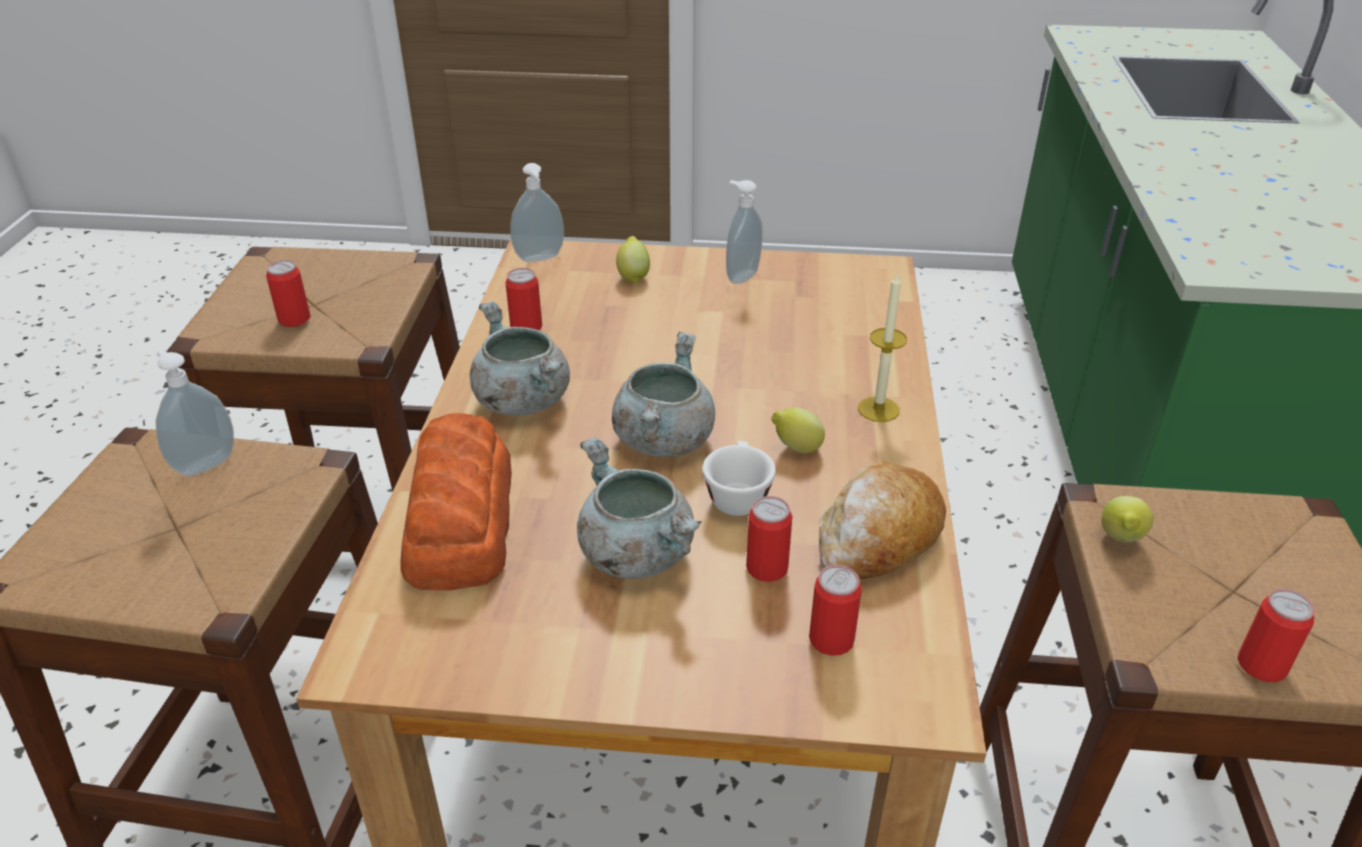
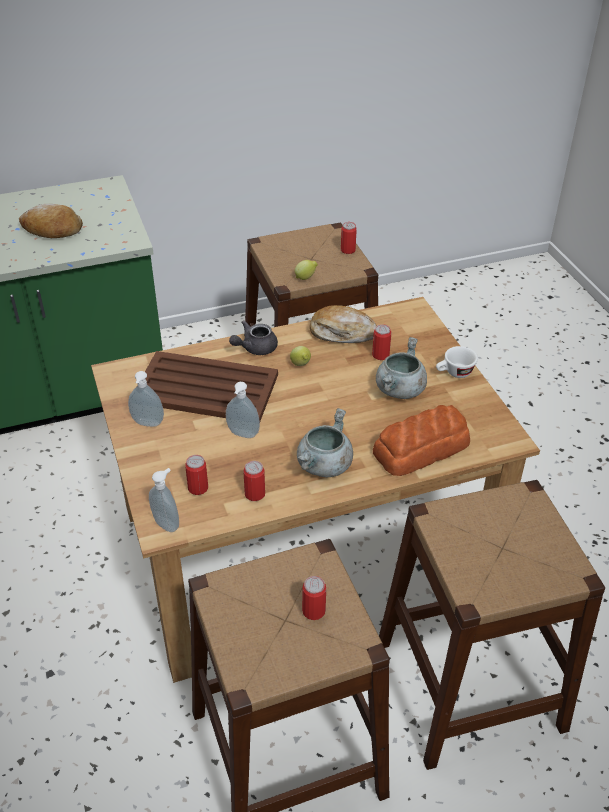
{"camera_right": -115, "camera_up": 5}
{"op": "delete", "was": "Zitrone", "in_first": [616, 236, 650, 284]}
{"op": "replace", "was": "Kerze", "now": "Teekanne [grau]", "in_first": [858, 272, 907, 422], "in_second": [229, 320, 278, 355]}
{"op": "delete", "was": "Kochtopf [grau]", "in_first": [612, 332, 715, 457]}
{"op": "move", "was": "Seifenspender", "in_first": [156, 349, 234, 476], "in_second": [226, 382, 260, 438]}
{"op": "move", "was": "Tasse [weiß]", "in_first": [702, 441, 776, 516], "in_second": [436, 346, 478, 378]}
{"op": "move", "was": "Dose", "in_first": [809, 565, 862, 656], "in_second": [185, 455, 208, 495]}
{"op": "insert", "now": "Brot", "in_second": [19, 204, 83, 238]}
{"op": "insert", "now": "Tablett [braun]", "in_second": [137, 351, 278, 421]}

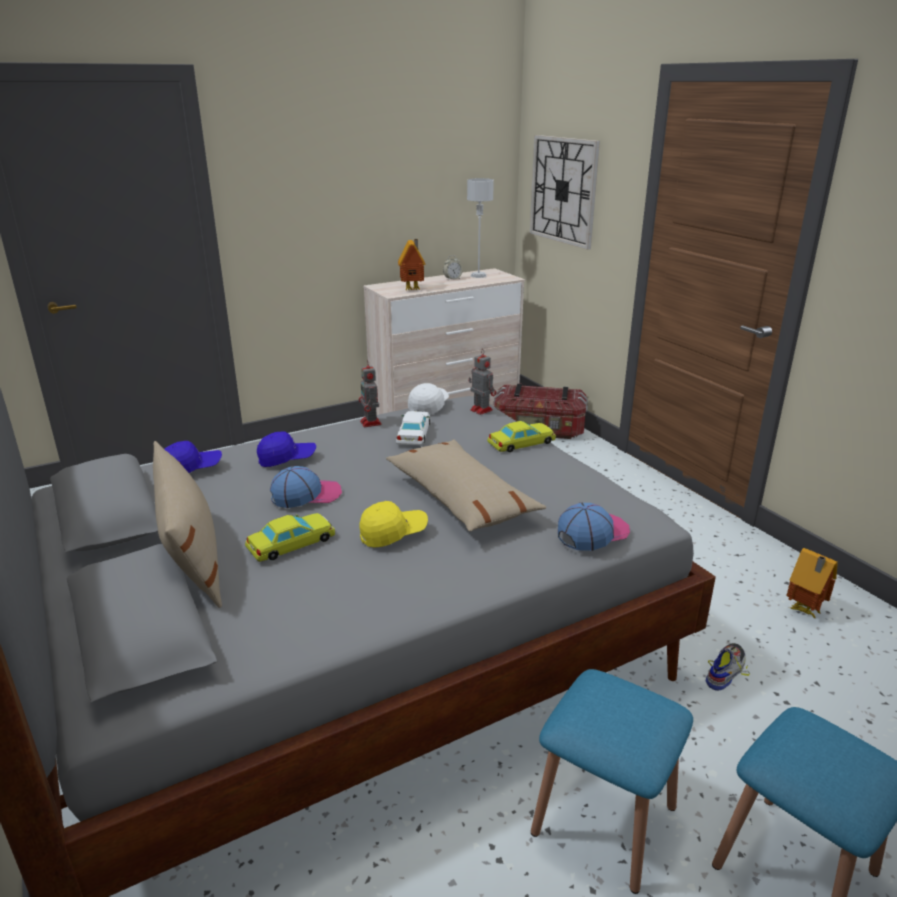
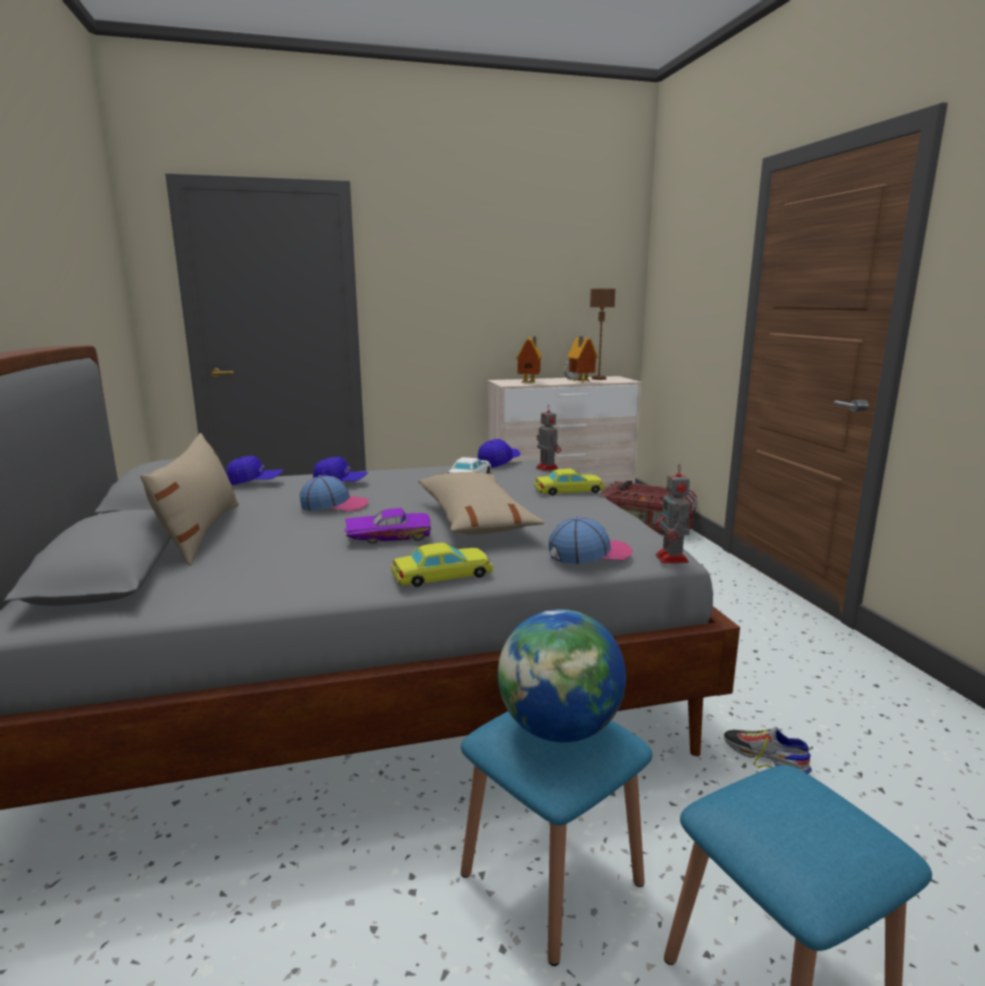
{"camera_right": 15, "camera_up": -10}
{"op": "delete", "was": "Wanduhr", "in_first": [530, 135, 600, 250]}
{"op": "recolor", "was": "Tischlampe [grau]", "now": "Tischlampe [braun]", "in_first": [467, 178, 494, 278], "in_second": [590, 289, 615, 380]}
{"op": "move", "was": "Spielzeugroboter", "in_first": [359, 360, 382, 427], "in_second": [656, 464, 690, 564]}
{"op": "recolor", "was": "Kappe [weiß]", "now": "Kappe [blau]", "in_first": [408, 383, 449, 415], "in_second": [478, 439, 520, 468]}
{"op": "replace", "was": "Kappe [gelb]", "now": "Spielzeugauto [lila]", "in_first": [359, 501, 428, 548], "in_second": [344, 508, 431, 544]}
{"op": "move", "was": "Spielzeugauto [gelb]", "in_first": [245, 513, 335, 562], "in_second": [391, 542, 493, 587]}
{"op": "move", "was": "Spielzeughaus", "in_first": [786, 548, 838, 619], "in_second": [567, 336, 598, 383]}
{"op": "rotate", "was": "Schuh", "in_first": [706, 643, 750, 691], "in_second": [724, 726, 813, 774], "clockwise": -105}
{"op": "insert", "now": "Globus", "in_second": [498, 609, 626, 743]}

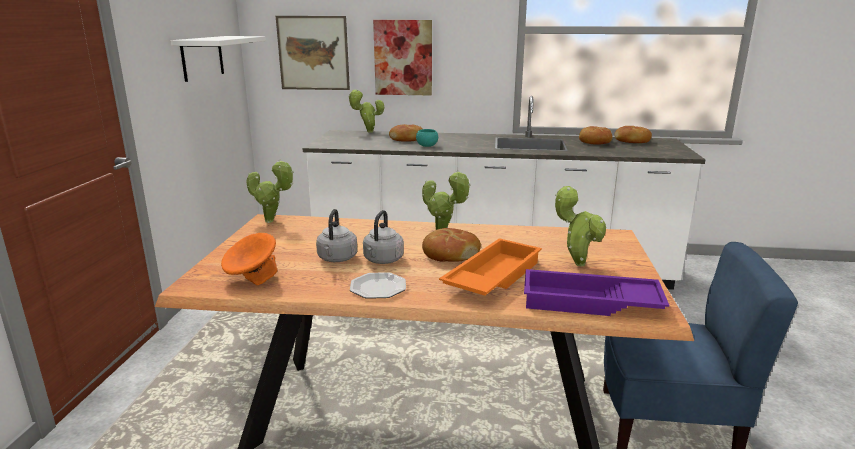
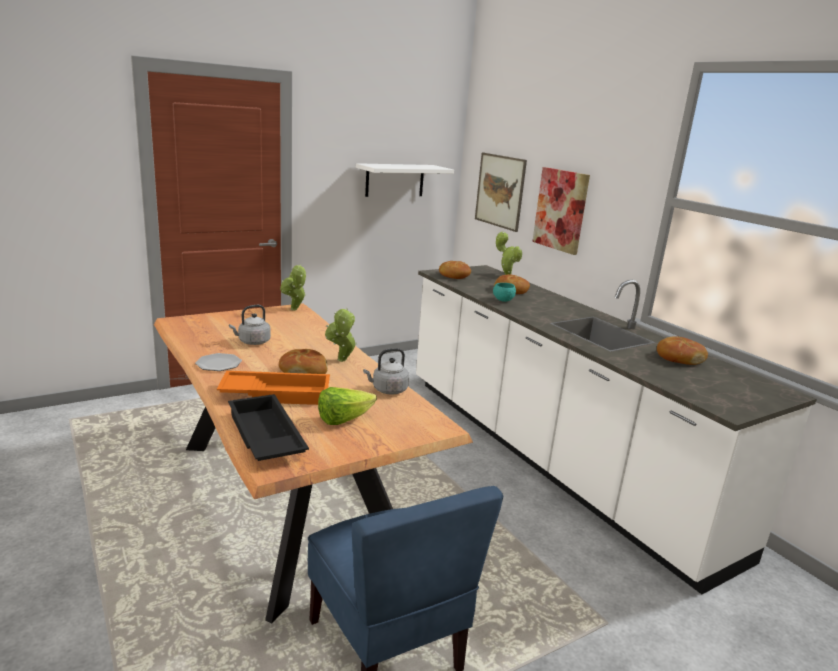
{"camera_right": 50, "camera_up": 0}
{"op": "move", "was": "Brot", "in_first": [614, 126, 652, 143], "in_second": [439, 261, 471, 279]}
{"op": "replace", "was": "Topfpflanze", "now": "Salatkopf", "in_first": [555, 186, 606, 266], "in_second": [318, 387, 377, 425]}
{"op": "move", "was": "Wasserkessel [grau]", "in_first": [363, 210, 404, 264], "in_second": [363, 348, 409, 394]}
{"op": "delete", "was": "Schüssel [orange]", "in_first": [221, 233, 277, 285]}
{"op": "recolor", "was": "Tablett [lila]", "now": "Tablett [schwarz]", "in_first": [524, 269, 669, 316], "in_second": [228, 394, 309, 461]}

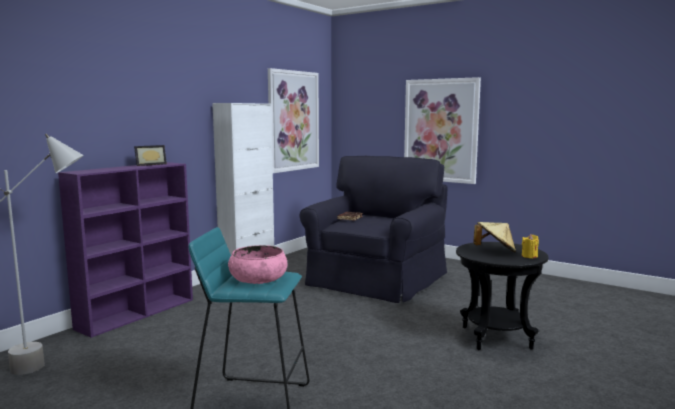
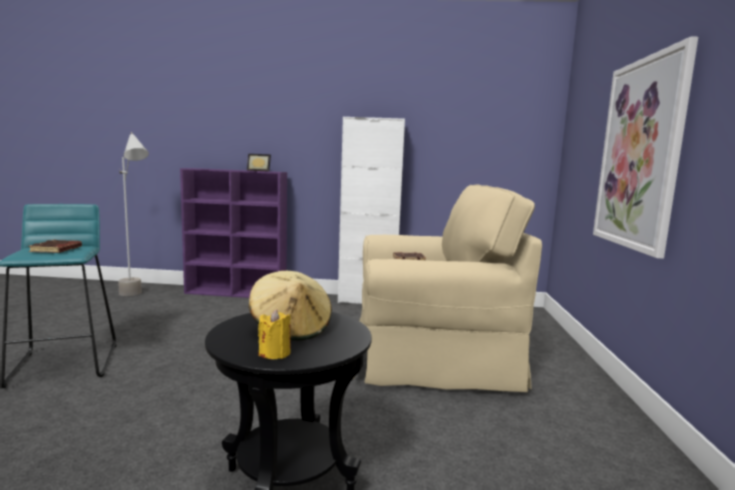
{"camera_right": 60, "camera_up": 0}
{"op": "delete", "was": "Bild", "in_first": [268, 68, 319, 173]}
{"op": "recolor", "was": "Sessel [schwarz]", "now": "Sessel [beige]", "in_first": [300, 156, 447, 303], "in_second": [353, 185, 542, 392]}
{"op": "replace", "was": "Schüssel [rosa]", "now": "Buch [braun]", "in_first": [228, 245, 287, 284], "in_second": [28, 240, 82, 253]}

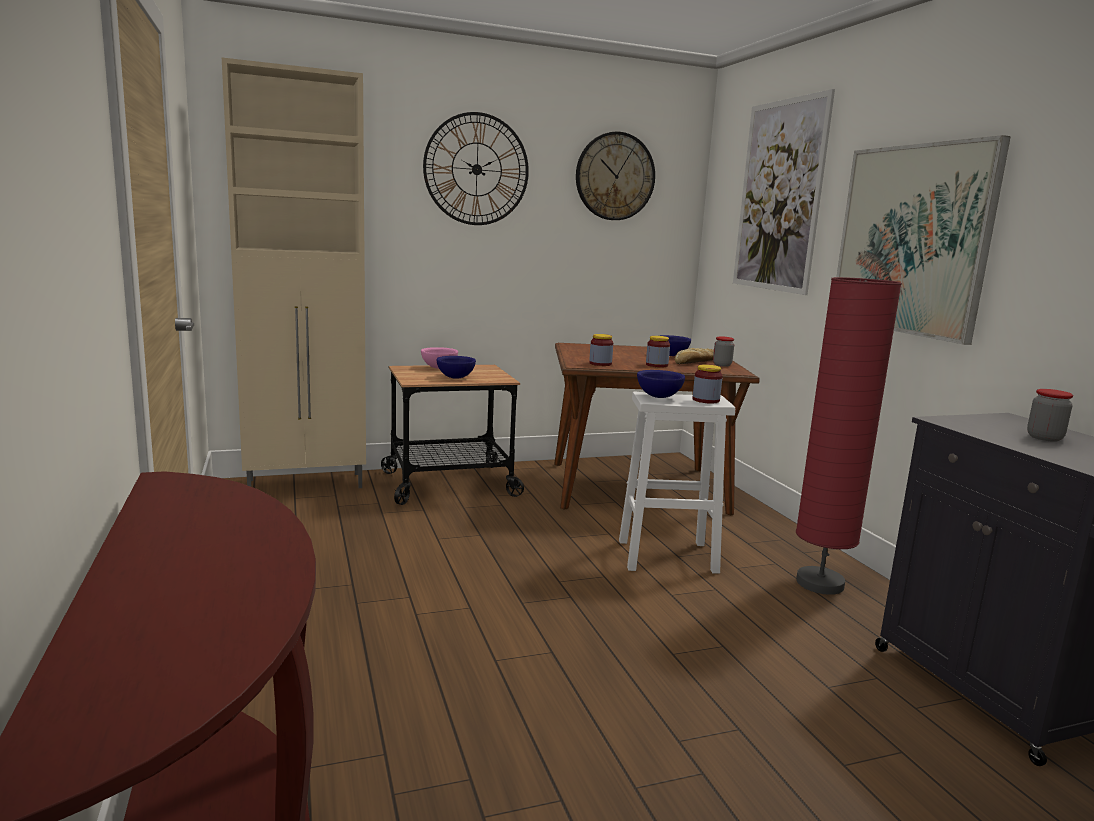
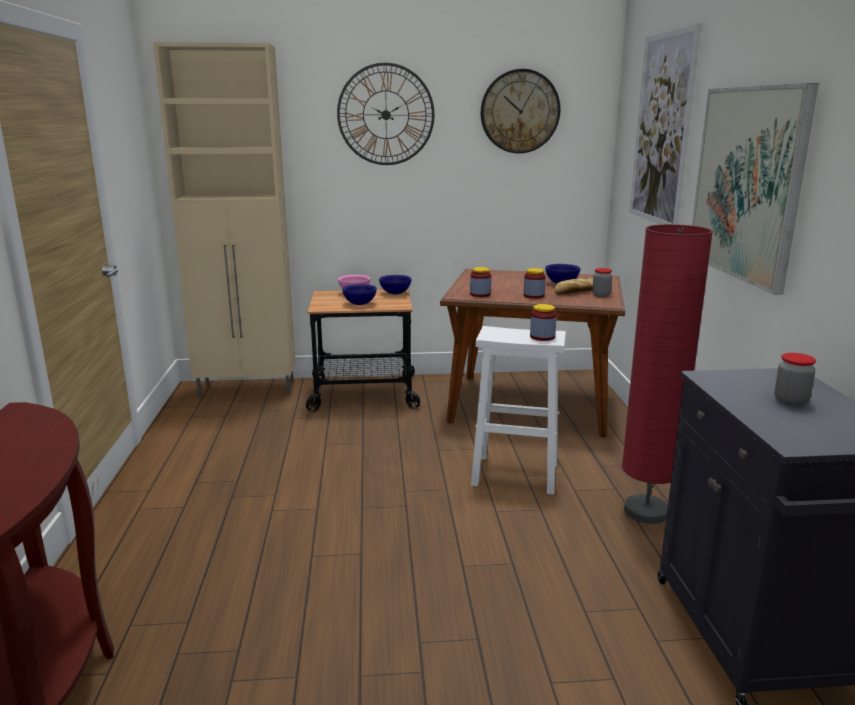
{"camera_right": 15, "camera_up": 5}
{"op": "move", "was": "Schüssel [blau]", "in_first": [637, 370, 685, 398], "in_second": [379, 275, 411, 294]}

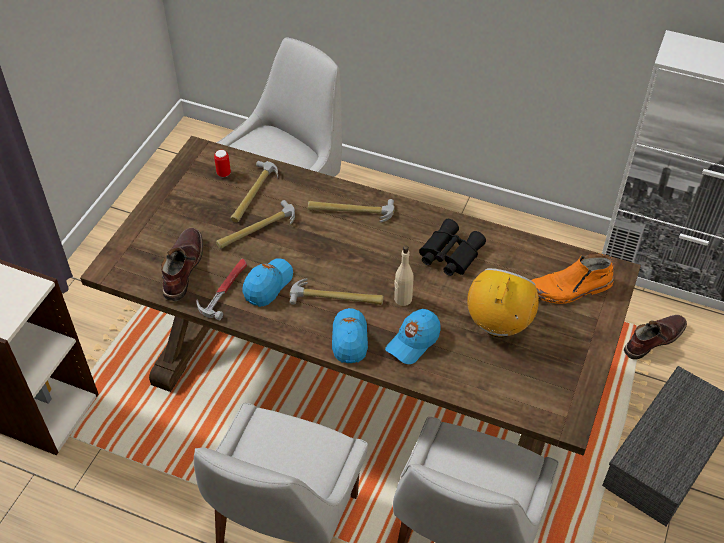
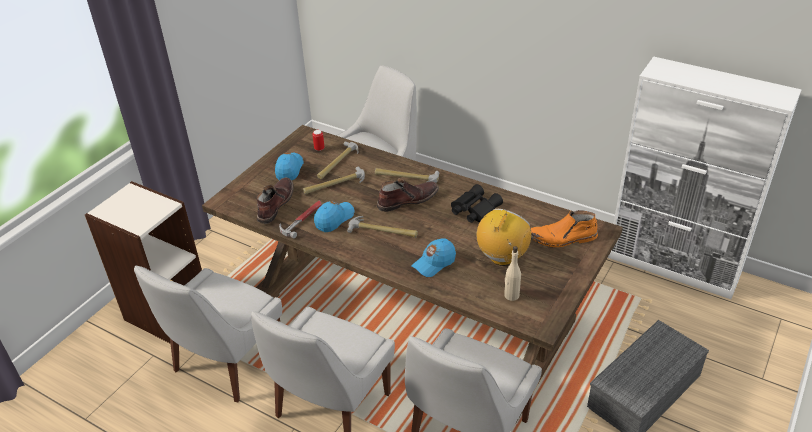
{"camera_right": 10, "camera_up": -10}
{"op": "move", "was": "Flasche [beige]", "in_first": [394, 246, 414, 306], "in_second": [504, 246, 521, 301]}
{"op": "move", "was": "Kappe [blau]", "in_first": [332, 308, 368, 363], "in_second": [275, 153, 304, 180]}
{"op": "move", "was": "Stiefel [braun]", "in_first": [624, 315, 687, 360], "in_second": [377, 178, 439, 212]}
{"op": "insert", "now": "Stuhl [weiß]", "in_second": [134, 266, 282, 402]}

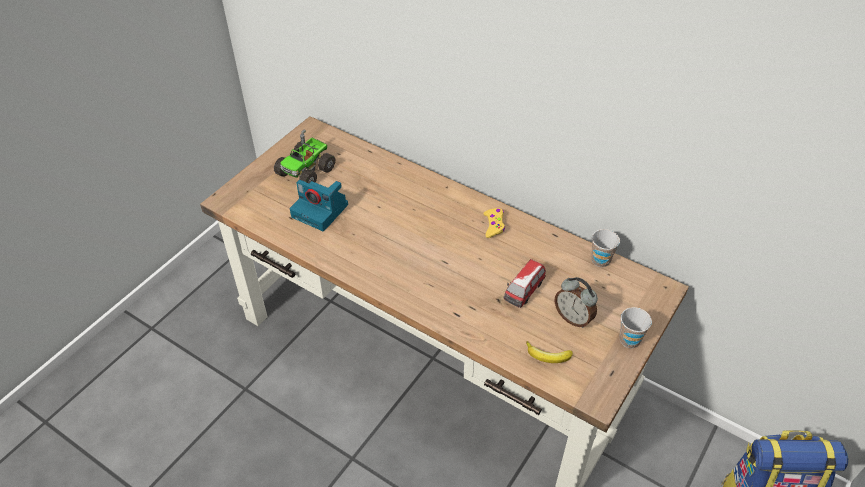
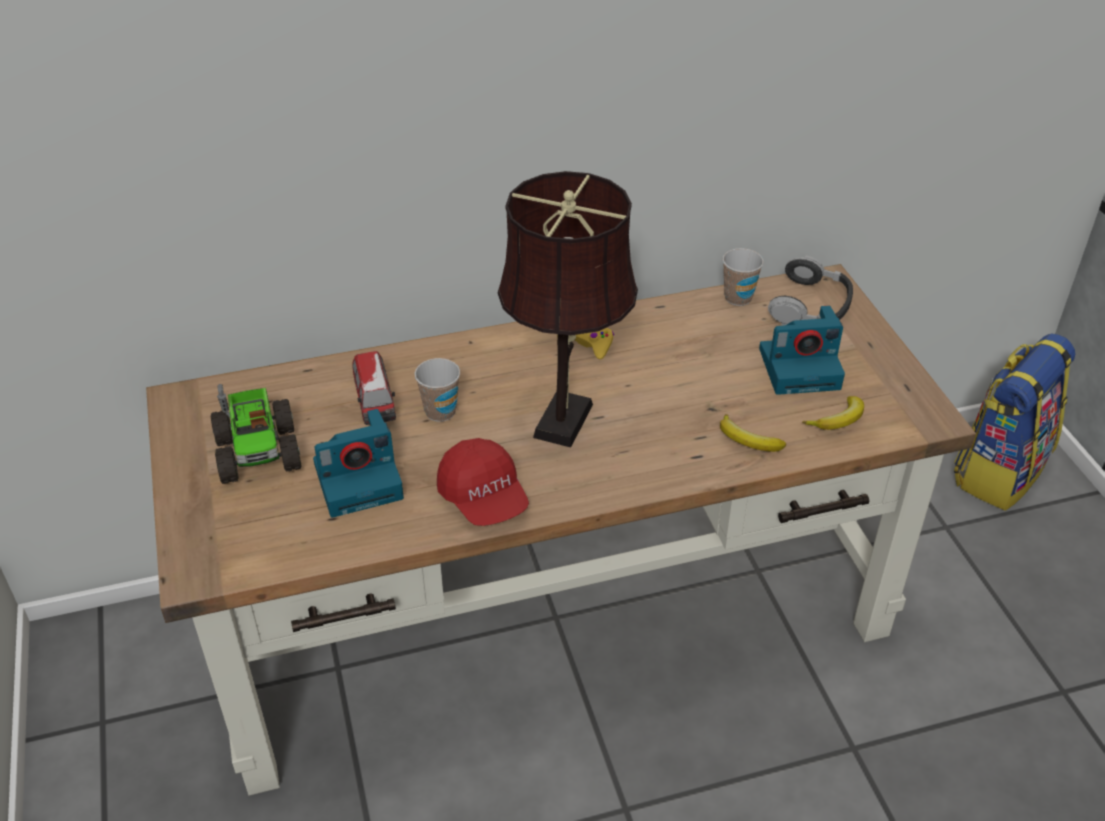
{"camera_right": -50, "camera_up": -5}
{"op": "move", "was": "Spielzeugauto", "in_first": [504, 259, 546, 308], "in_second": [352, 351, 396, 425]}
{"op": "replace", "was": "Wecker", "now": "Kamera", "in_first": [555, 277, 598, 328], "in_second": [759, 306, 845, 395]}
{"op": "move", "was": "Tasse", "in_first": [619, 307, 652, 348], "in_second": [415, 358, 460, 422]}
{"op": "insert", "now": "Tischlampe [braun]", "in_second": [498, 171, 638, 448]}
{"op": "insert", "now": "Kopfhörer", "in_second": [768, 255, 853, 326]}
{"op": "insert", "now": "Banane", "in_second": [720, 414, 786, 452]}
{"op": "insert", "now": "Kappe [rot]", "in_second": [437, 438, 529, 526]}

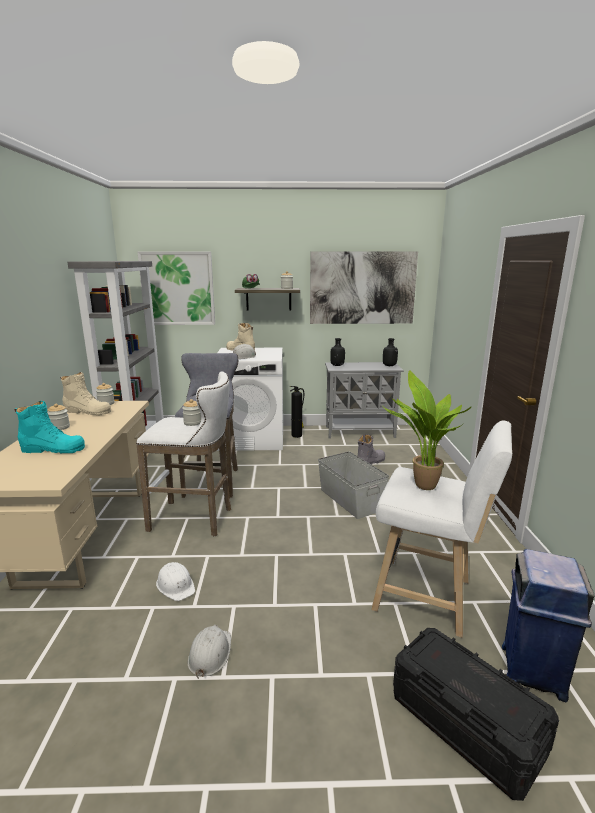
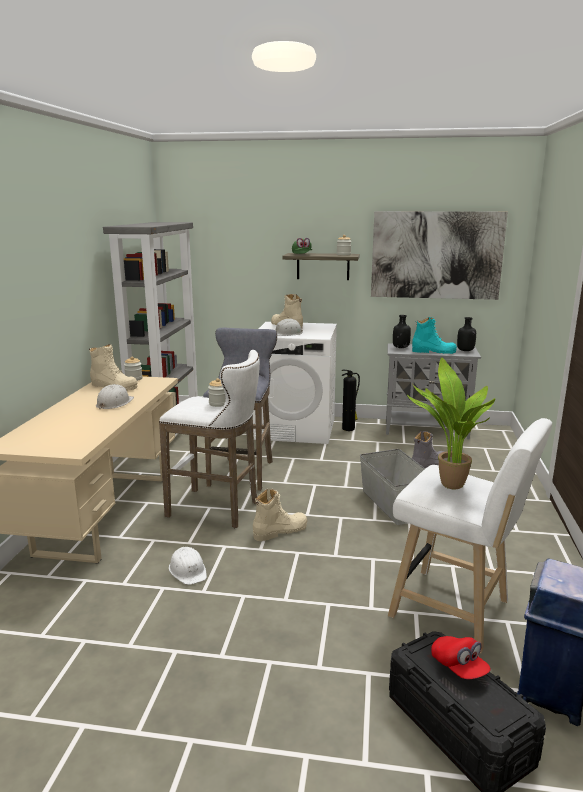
{"camera_right": 10, "camera_up": 0}
{"op": "delete", "was": "Bild", "in_first": [138, 252, 215, 325]}
{"op": "move", "was": "Stiefel [türkis]", "in_first": [14, 401, 85, 453], "in_second": [412, 317, 457, 354]}
{"op": "delete", "was": "Vorratsglas", "in_first": [47, 404, 70, 430]}
{"op": "move", "was": "Schutzhelm [weiß]", "in_first": [188, 625, 231, 679], "in_second": [96, 384, 134, 409]}
{"op": "insert", "now": "Stiefel [beige]", "in_second": [253, 489, 307, 541]}
{"op": "insert", "now": "Kappe [rot]", "in_second": [431, 636, 491, 679]}

